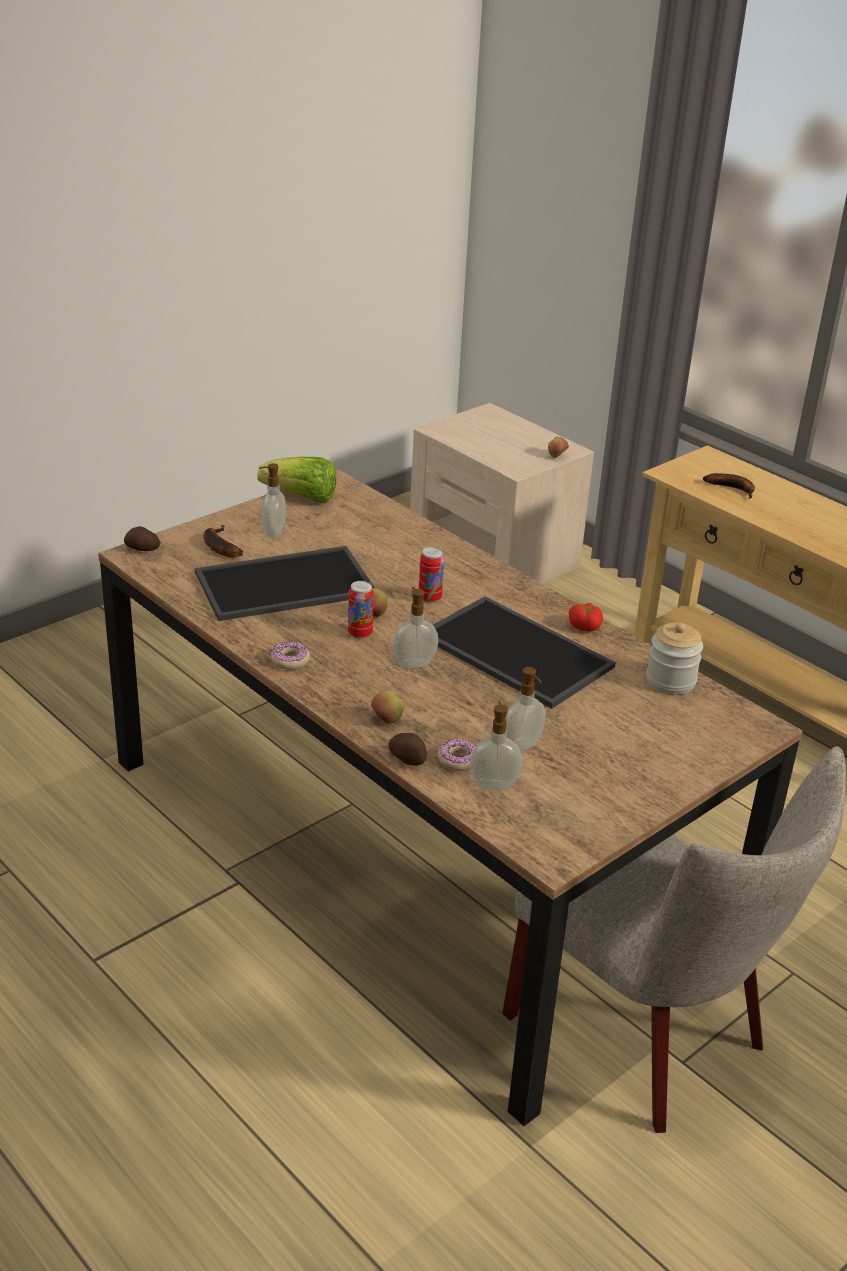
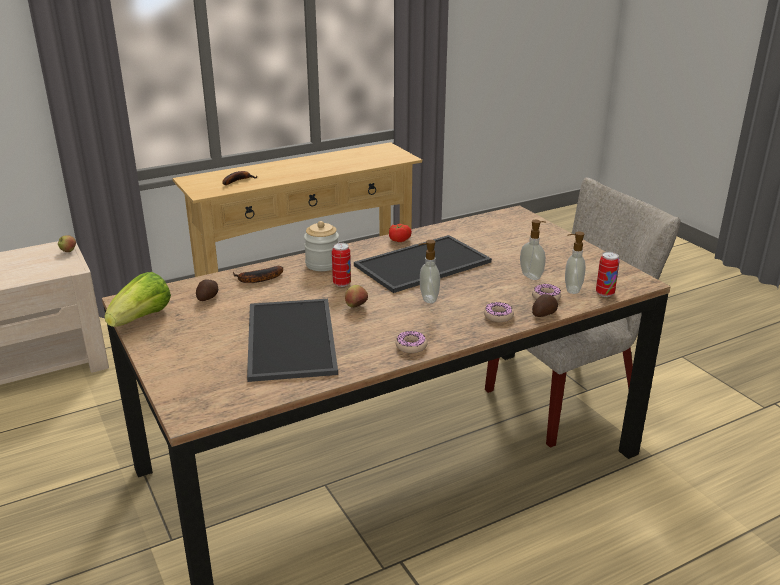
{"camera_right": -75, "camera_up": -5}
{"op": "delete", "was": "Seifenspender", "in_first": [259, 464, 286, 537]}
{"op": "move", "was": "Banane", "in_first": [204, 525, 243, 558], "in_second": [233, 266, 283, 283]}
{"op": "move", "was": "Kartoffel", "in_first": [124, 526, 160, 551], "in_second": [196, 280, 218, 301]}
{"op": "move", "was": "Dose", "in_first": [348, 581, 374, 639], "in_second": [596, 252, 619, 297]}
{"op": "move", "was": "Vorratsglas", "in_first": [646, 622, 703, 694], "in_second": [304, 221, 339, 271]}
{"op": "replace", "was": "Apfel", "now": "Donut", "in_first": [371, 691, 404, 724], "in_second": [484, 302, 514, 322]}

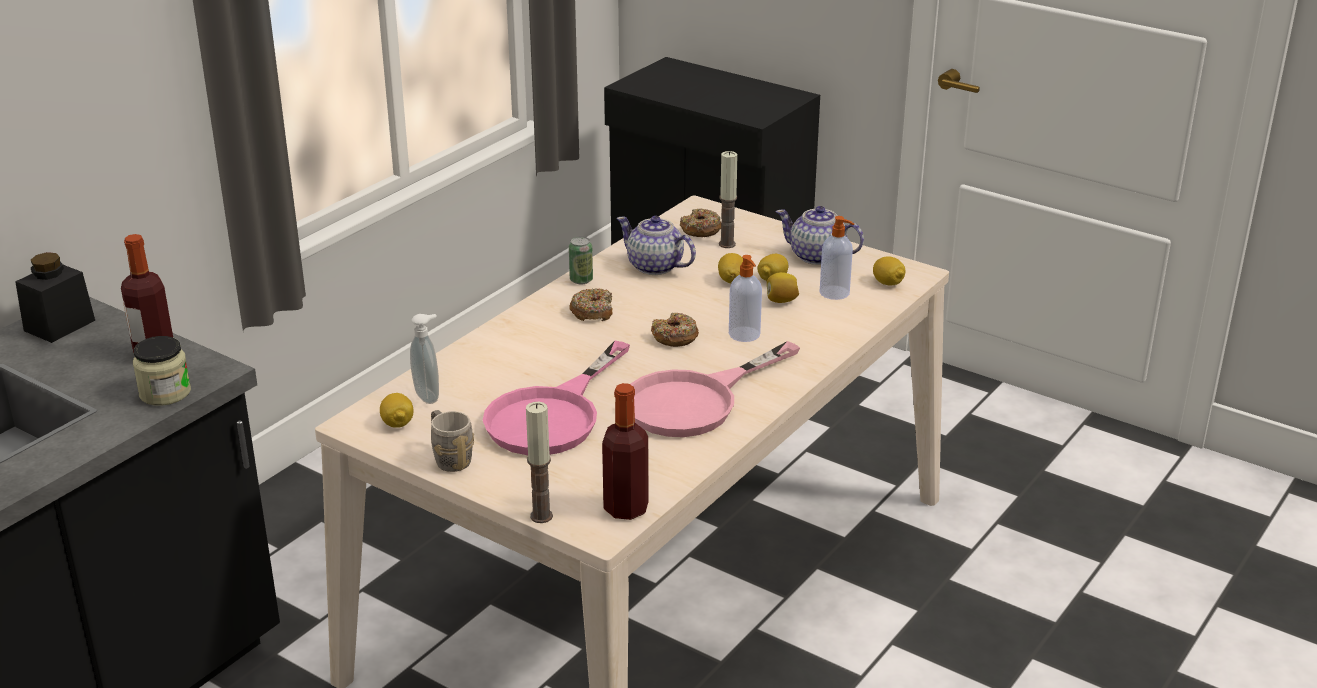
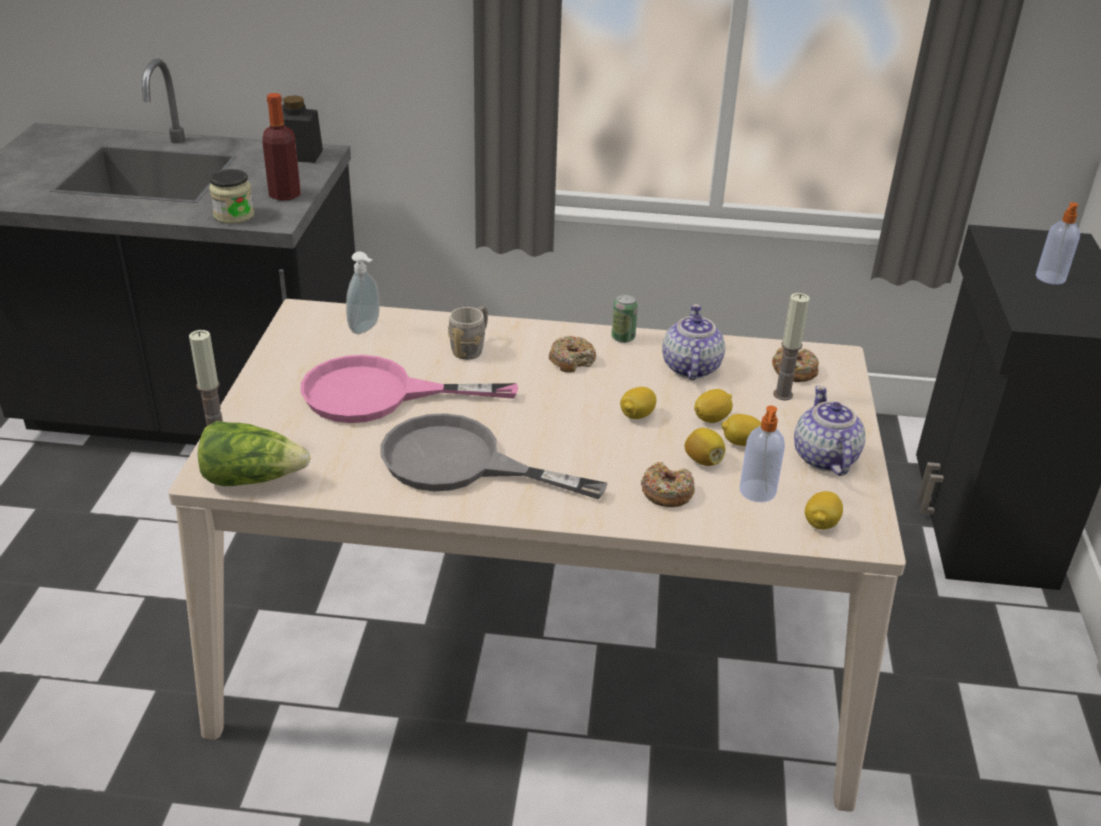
{"camera_right": 60, "camera_up": 5}
{"op": "move", "was": "Seifenspender", "in_first": [729, 255, 762, 342], "in_second": [1036, 202, 1080, 285]}
{"op": "move", "was": "Donut", "in_first": [651, 313, 699, 347], "in_second": [641, 462, 695, 507]}
{"op": "recolor", "was": "Pfanne [rosa]", "now": "Pfanne [grau]", "in_first": [630, 341, 800, 437], "in_second": [380, 413, 607, 499]}
{"op": "replace", "was": "Flasche", "now": "Salatkopf", "in_first": [602, 383, 649, 520], "in_second": [198, 421, 311, 486]}
{"op": "move", "was": "Zitrone", "in_first": [380, 393, 413, 428], "in_second": [620, 387, 656, 419]}
{"op": "move", "was": "Henkelbecher [grau]", "in_first": [431, 410, 474, 472], "in_second": [448, 306, 488, 360]}

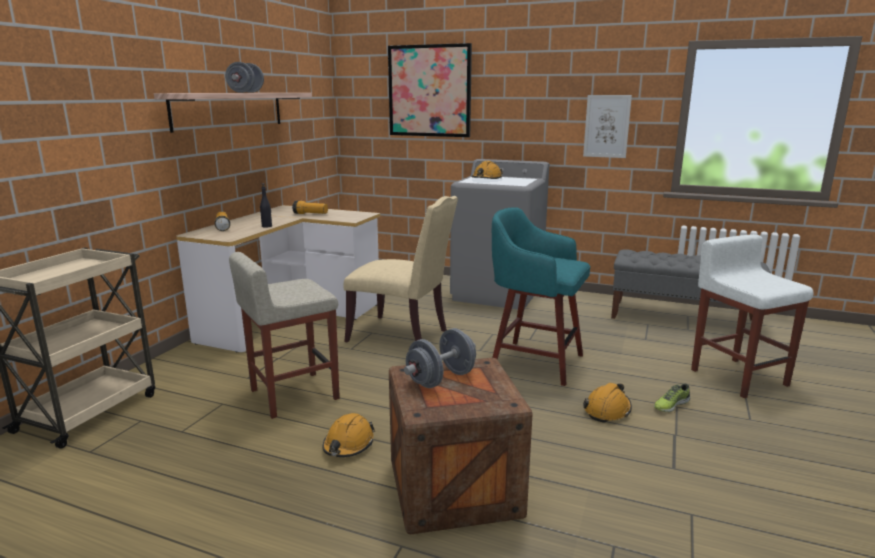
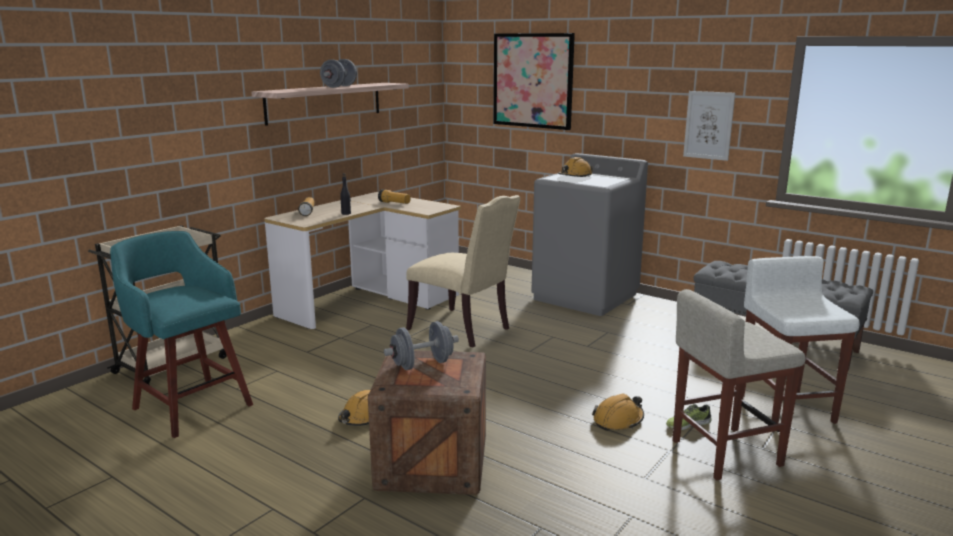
{"camera_right": 15, "camera_up": 0}
{"op": "move", "was": "Hocker [türkis]", "in_first": [492, 207, 590, 386], "in_second": [110, 231, 253, 438]}
{"op": "move", "was": "Hocker [beige]", "in_first": [229, 252, 340, 419], "in_second": [672, 289, 806, 480]}

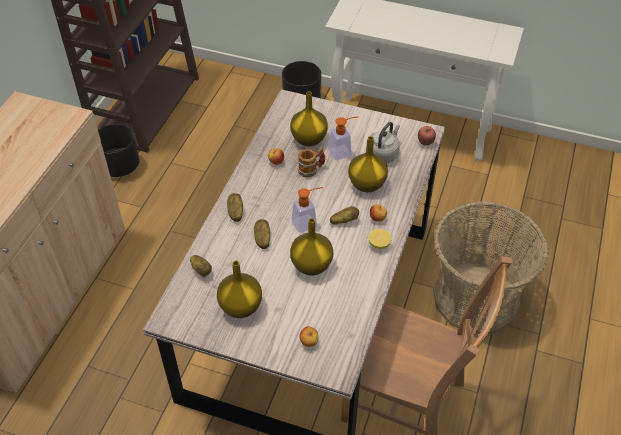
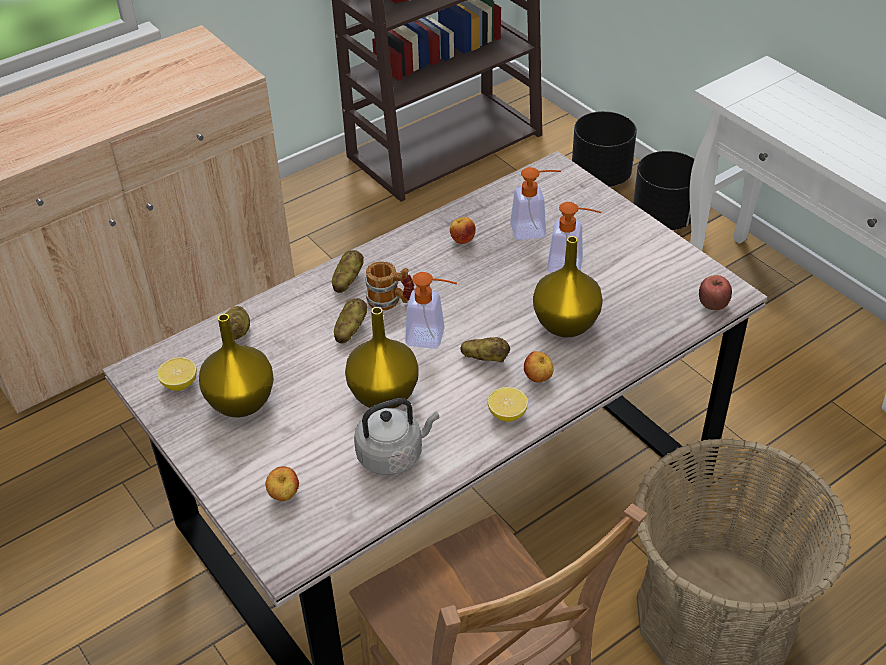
{"camera_right": 35, "camera_up": -5}
{"op": "replace", "was": "Vase [gelb]", "now": "Seifenspender", "in_first": [290, 91, 328, 147], "in_second": [510, 167, 561, 240]}
{"op": "move", "was": "Wasserkessel [grau]", "in_first": [366, 122, 400, 163], "in_second": [354, 398, 439, 475]}
{"op": "move", "was": "Pflanzkübel [schwarz]", "in_first": [98, 124, 139, 177], "in_second": [572, 111, 637, 187]}
{"op": "move", "was": "Henkelbecher", "in_first": [298, 148, 325, 178], "in_second": [365, 262, 414, 310]}
{"op": "insert", "now": "Zitrone", "in_second": [157, 357, 197, 391]}

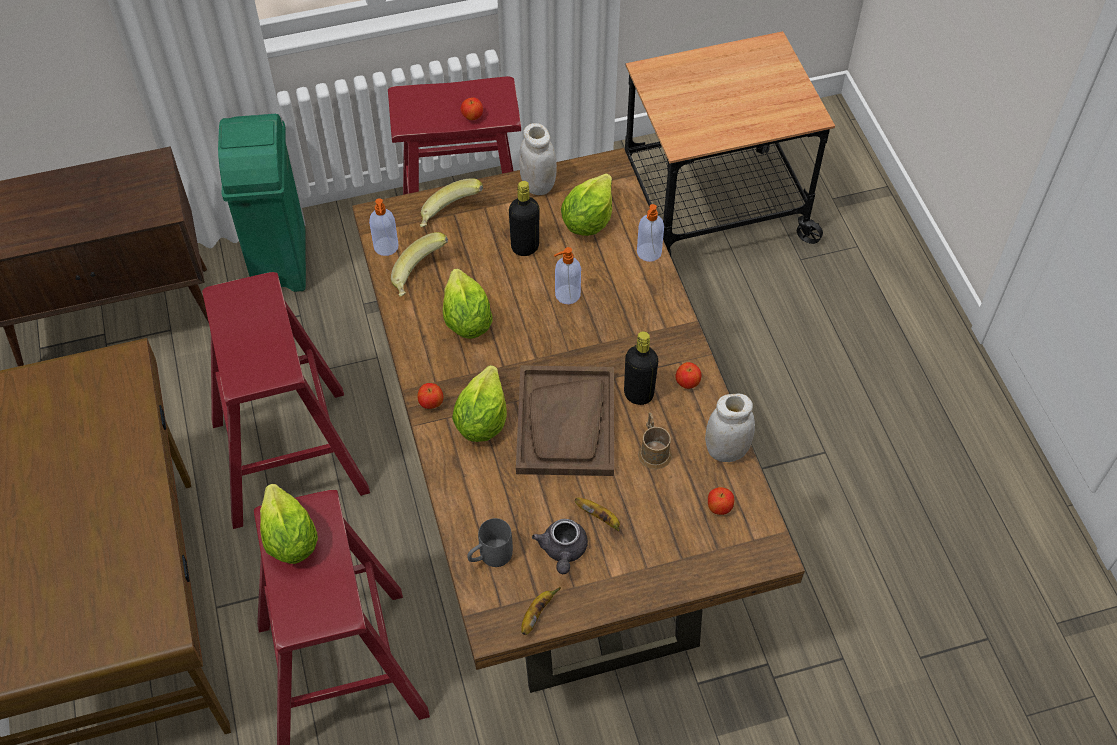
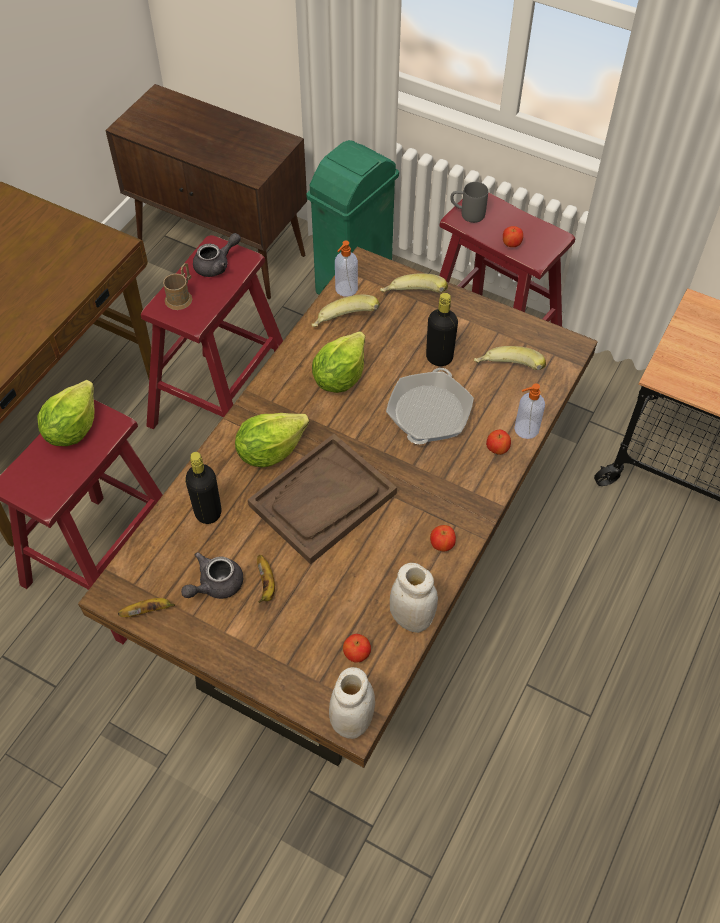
{"camera_right": 45, "camera_up": 0}
{"op": "move", "was": "Vorratsglas [weiß]", "in_first": [519, 123, 557, 195], "in_second": [329, 667, 375, 739]}
{"op": "replace", "was": "Salatkopf", "now": "Banane", "in_first": [561, 173, 612, 236], "in_second": [474, 346, 546, 370]}
{"op": "replace", "was": "Seifenspender", "now": "Pfanne", "in_first": [554, 247, 581, 304], "in_second": [386, 368, 474, 444]}
{"op": "move", "was": "Flasche [schwarz]", "in_first": [624, 331, 658, 405], "in_second": [185, 452, 222, 524]}
{"op": "move", "was": "Apfel", "in_first": [417, 383, 443, 409], "in_second": [486, 430, 511, 455]}
{"op": "move", "was": "Henkelbecher [braun]", "in_first": [638, 412, 672, 470], "in_second": [163, 263, 192, 310]}
{"op": "move", "was": "Henkelbecher [grau]", "in_first": [467, 518, 513, 567], "in_second": [450, 182, 488, 223]}
{"op": "insert", "now": "Teekanne [grau]", "in_second": [193, 233, 241, 277]}

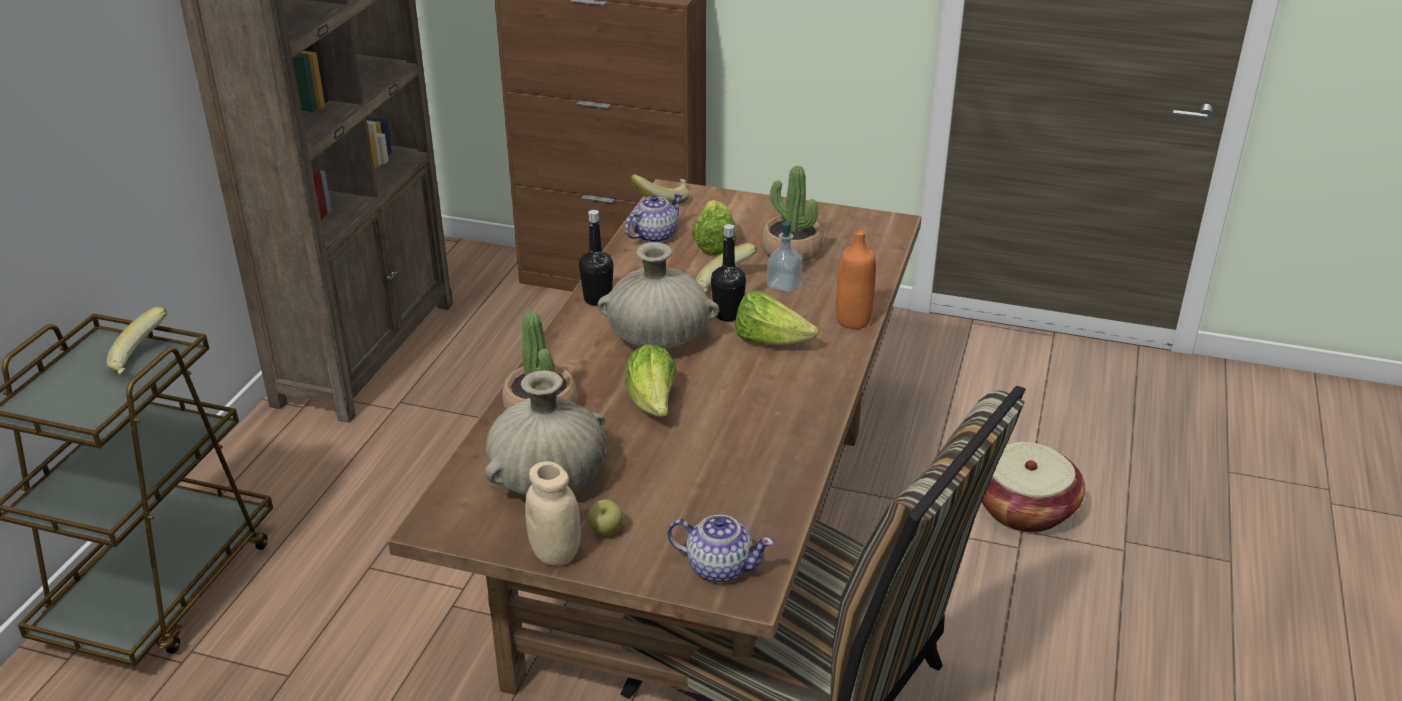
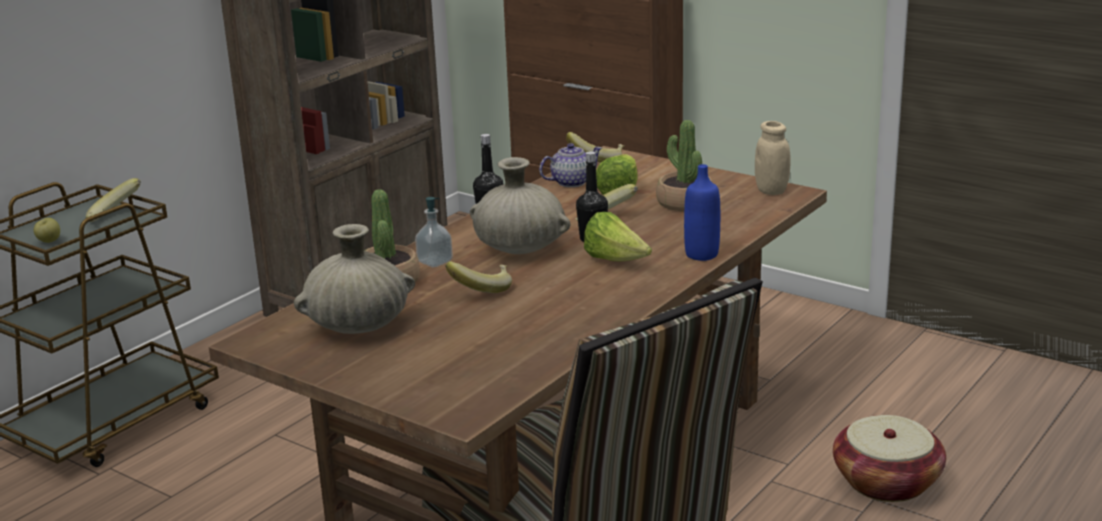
{"camera_right": 20, "camera_up": -10}
{"op": "move", "was": "Seifenspender", "in_first": [767, 221, 802, 292], "in_second": [415, 197, 453, 267]}
{"op": "recolor", "was": "Flasche [orange]", "now": "Flasche [blau]", "in_first": [836, 230, 876, 329], "in_second": [684, 164, 720, 261]}
{"op": "replace", "was": "Salatkopf", "now": "Banane", "in_first": [625, 344, 677, 417], "in_second": [445, 261, 512, 293]}
{"op": "move", "was": "Vorratsglas [beige]", "in_first": [525, 461, 580, 566], "in_second": [755, 121, 791, 195]}
{"op": "move", "was": "Apfel", "in_first": [587, 499, 623, 535], "in_second": [34, 218, 60, 243]}
{"op": "delete", "was": "Teekanne", "in_first": [667, 515, 774, 583]}

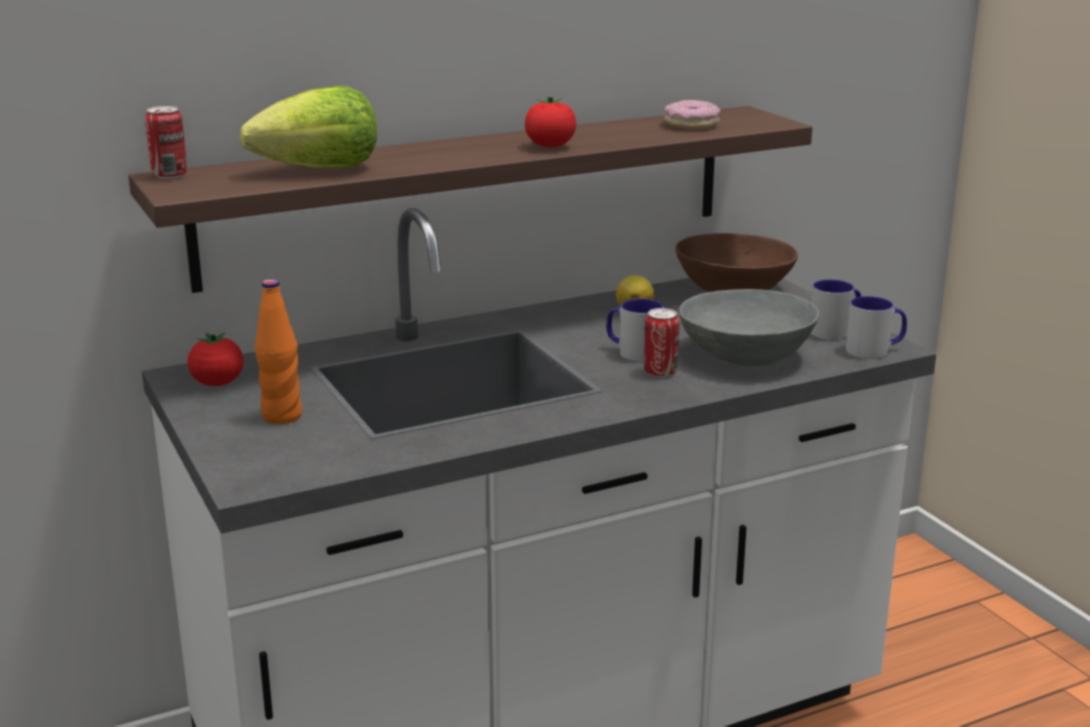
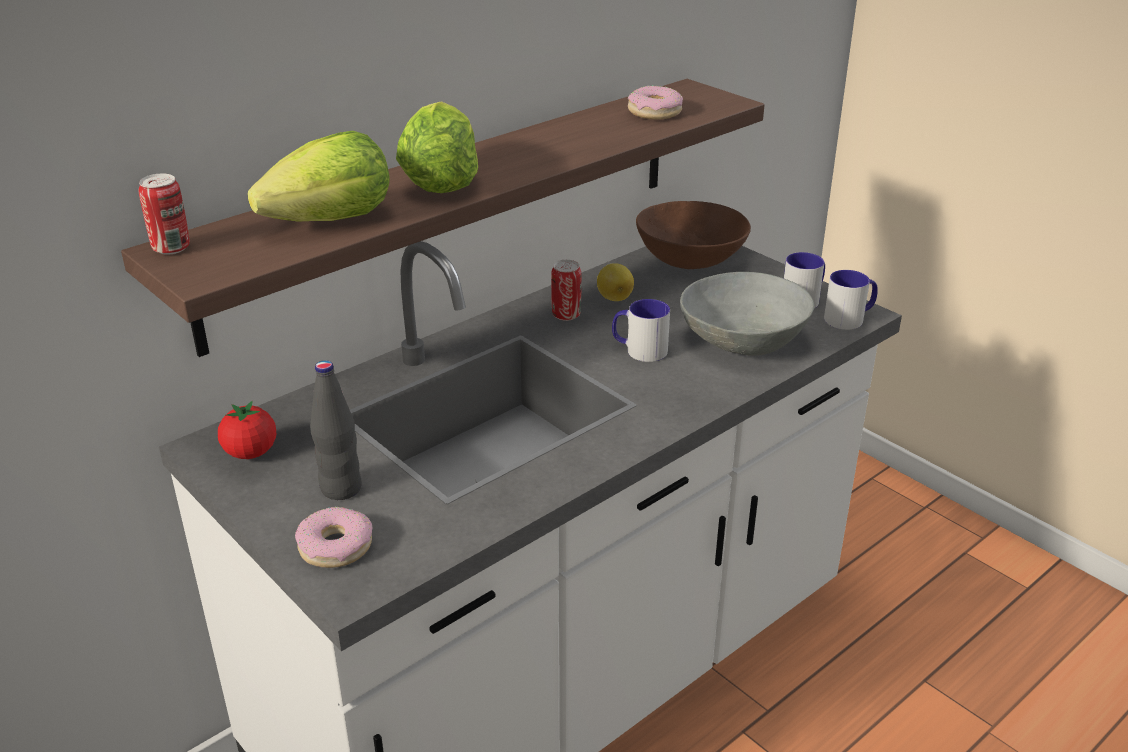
{"camera_right": -15, "camera_up": 10}
{"op": "delete", "was": "Tomate", "in_first": [525, 96, 576, 148]}
{"op": "recolor", "was": "Flasche [orange]", "now": "Flasche [schwarz]", "in_first": [255, 279, 302, 424], "in_second": [310, 360, 362, 500]}
{"op": "move", "was": "Dose", "in_first": [644, 308, 679, 377], "in_second": [551, 260, 582, 321]}
{"op": "insert", "now": "Salatkopf", "in_second": [396, 101, 478, 193]}
{"op": "insert", "now": "Donut", "in_second": [295, 507, 372, 568]}

